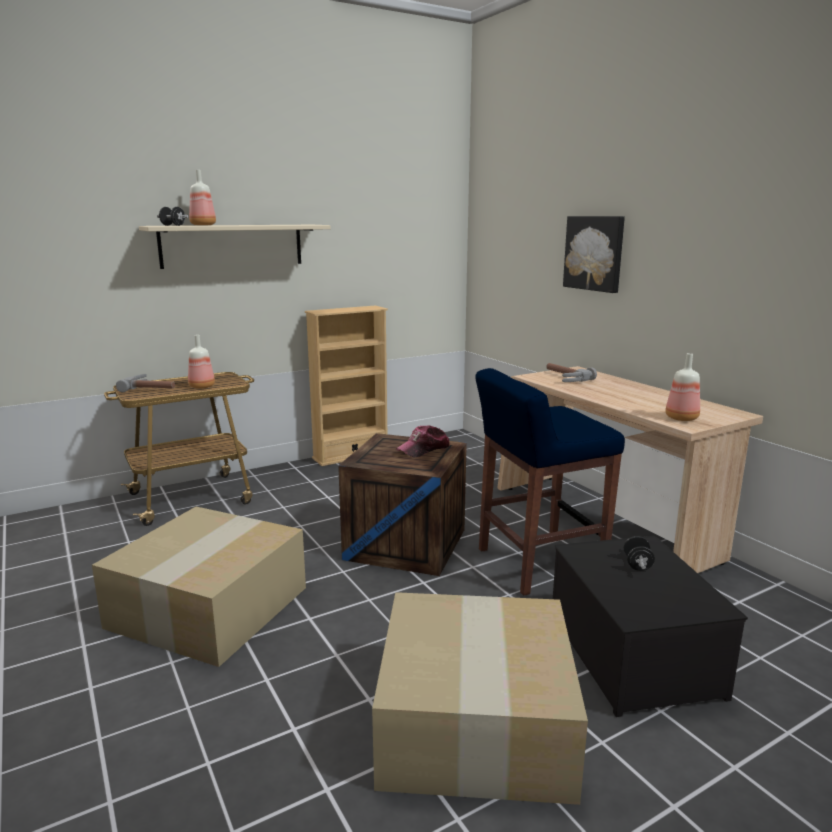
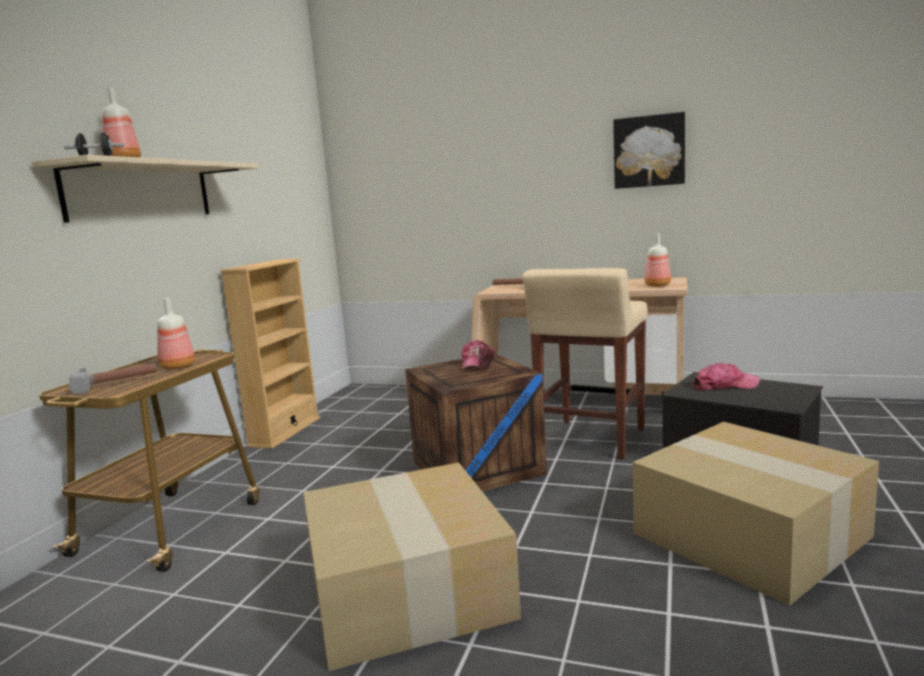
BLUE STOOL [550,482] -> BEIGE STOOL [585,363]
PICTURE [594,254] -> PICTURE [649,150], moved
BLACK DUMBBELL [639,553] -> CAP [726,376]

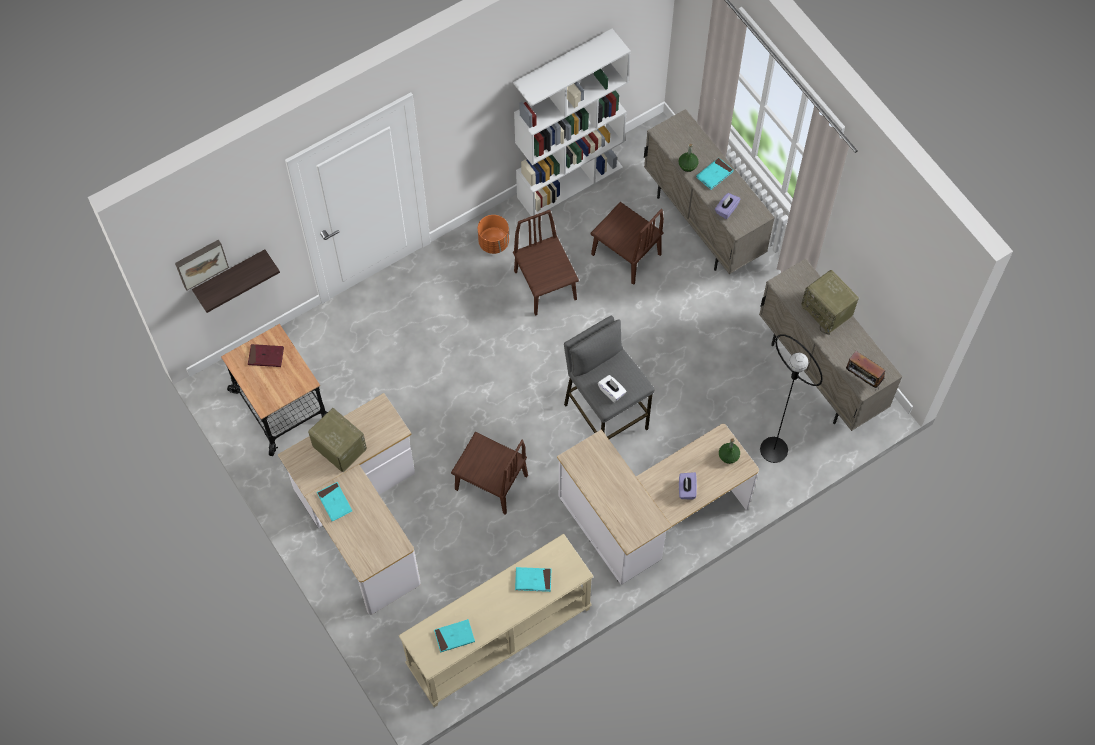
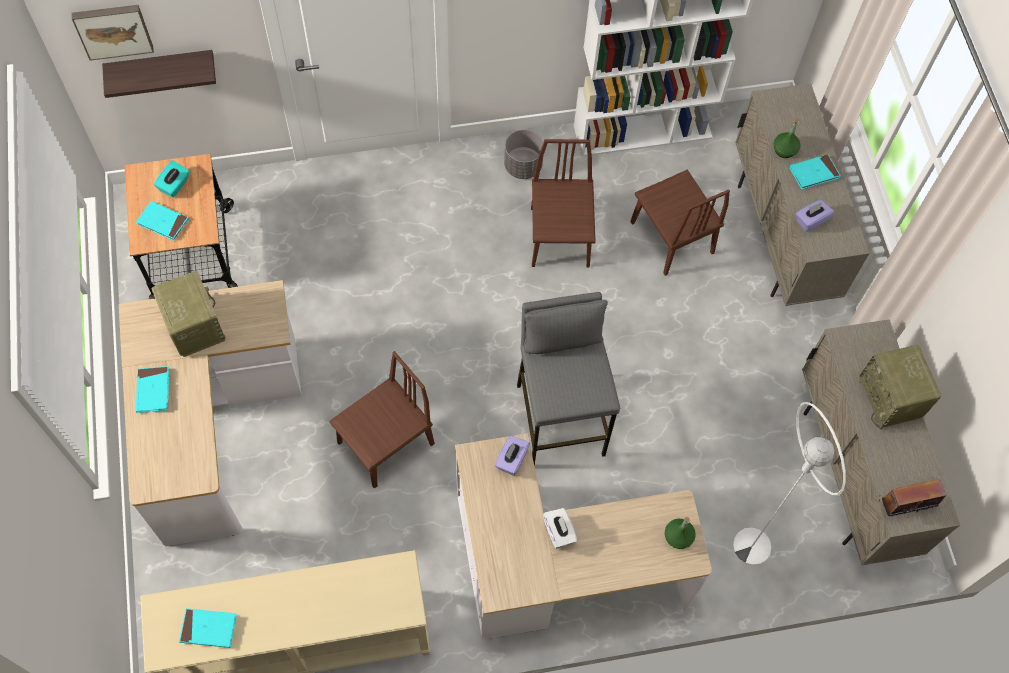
TURQUOISE BOOK [533,579] -> TURQUOISE BOOK [162,221], moved
RED BOOK [266,355] -> TURQUOISE TISSUE BOX [171,178]
BROWN CHAIR [489,473] -> BROWN CHAIR [382,420], 90 degrees counterclockwise
PURPLE TISSUE BOX [688,486] -> PURPLE TISSUE BOX [512,456], moved
ORANGE PLANTER [493,234] -> GREY PLANTER [524,154]
WHITE TISSUE BOX [612,389] -> WHITE TISSUE BOX [560,528], moved
BLACK FLOOR LAMP [791,398] -> WHITE FLOOR LAMP [789,483]
RADIO [865,371] -> RADIO [912,497], 105 degrees clockwise

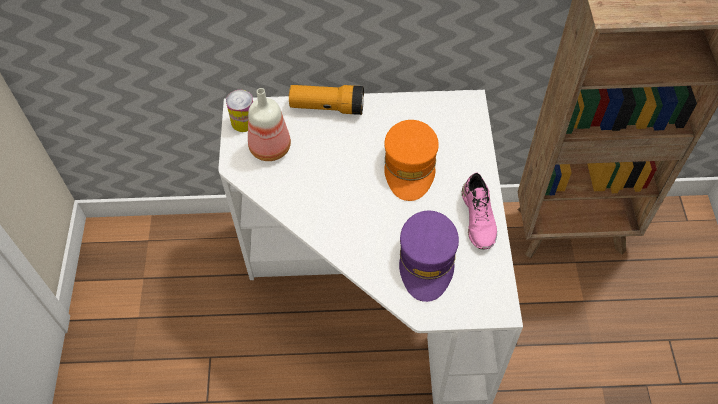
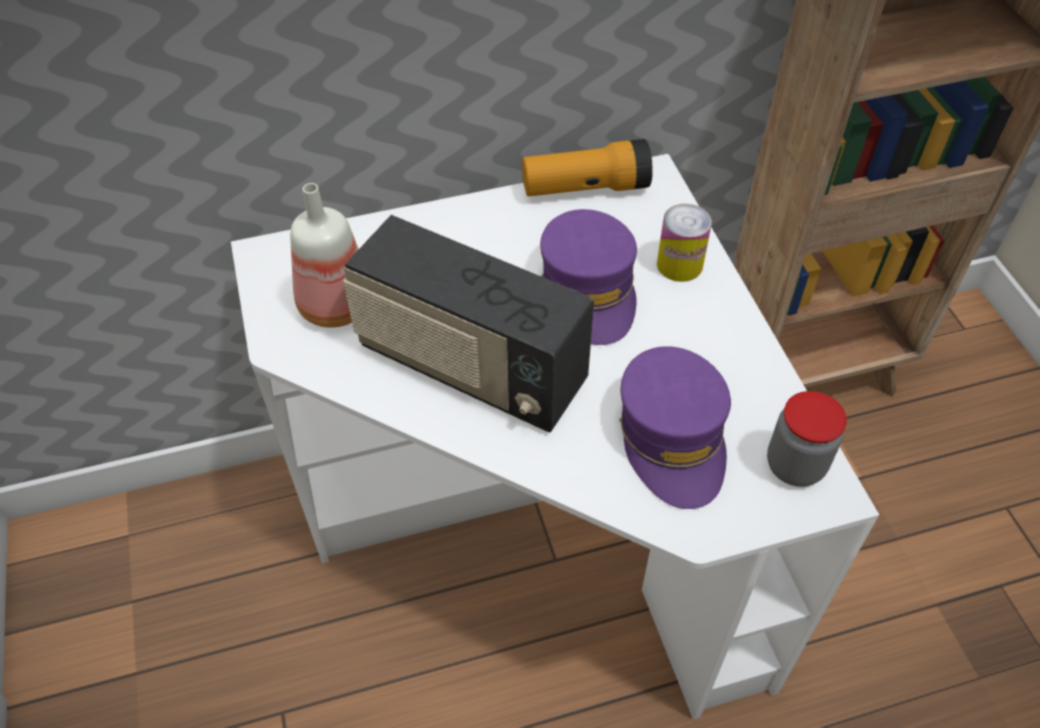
none -> RADIO [468,323]
FLASHLIGHT [326,100] -> FLASHLIGHT [587,167], moved
ORANGE CAP [411,160] -> PURPLE CAP [588,277]
CAN [239,111] -> CAN [684,243], moved
none -> JAR [807,439]
PINK SHOE [479,211] -> none

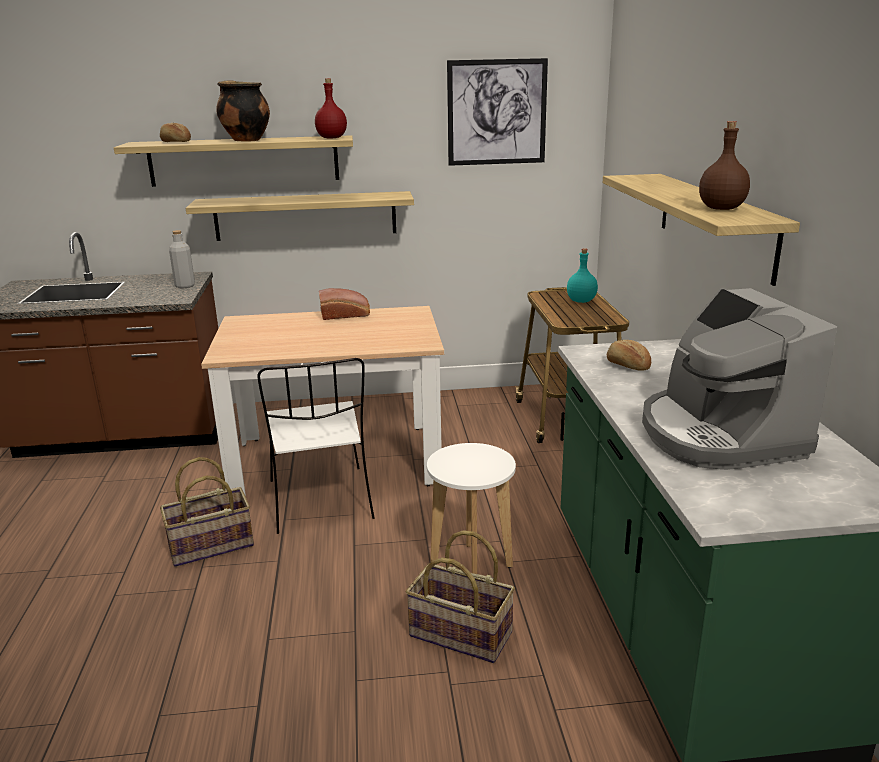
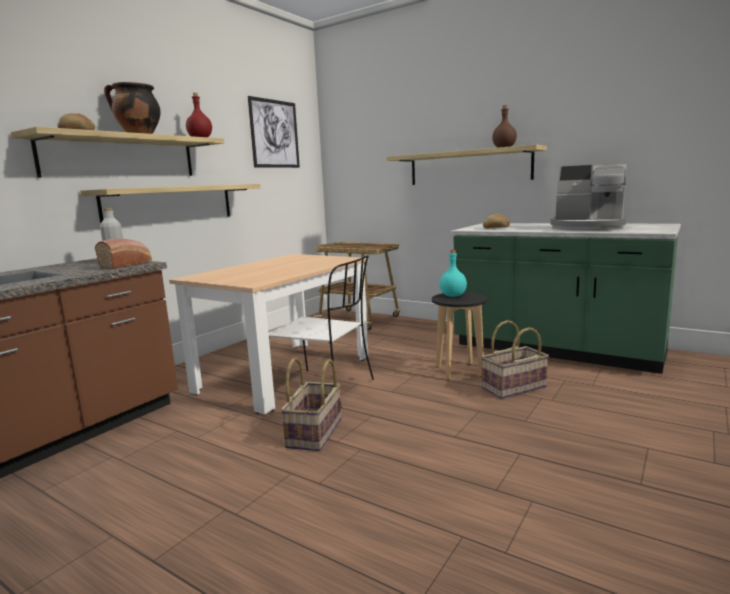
BREAD [344,304] -> BREAD [123,254], moved
WHITE STOOL [471,508] -> BLACK STOOL [460,336]
TURQUOISE BOTTLE [582,275] -> TURQUOISE BOTTLE [453,273], moved

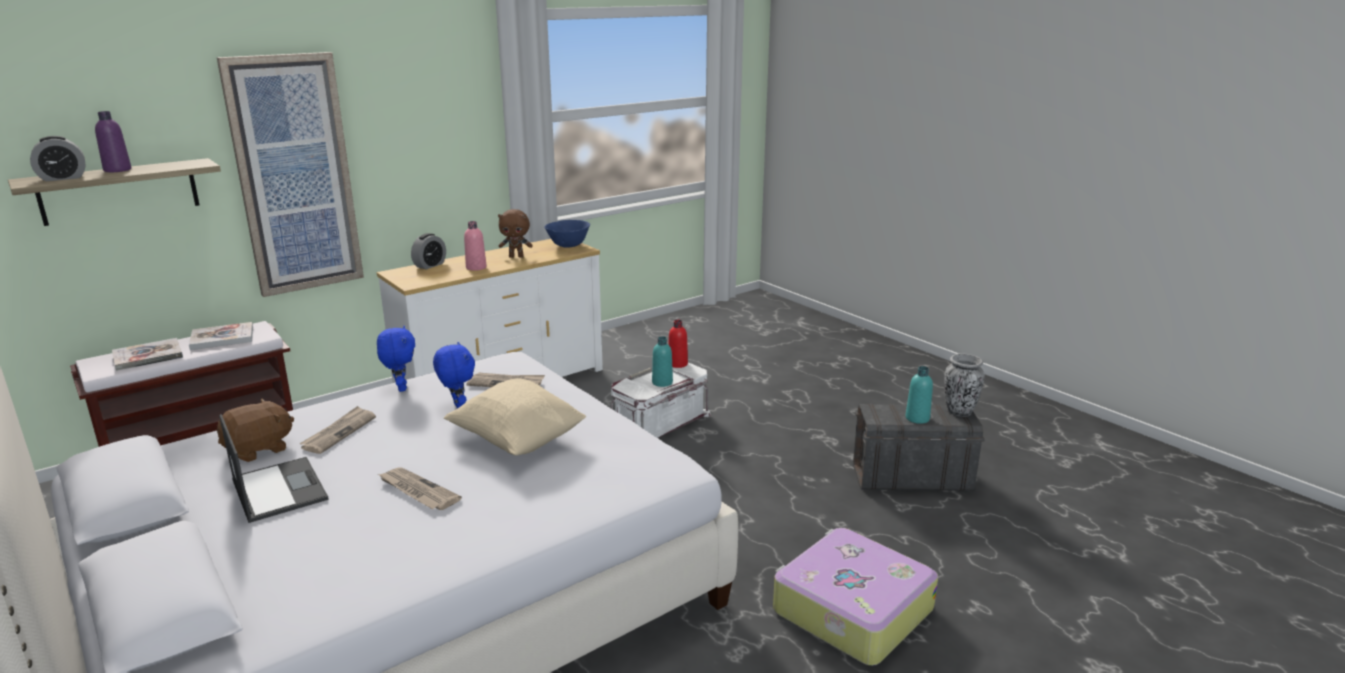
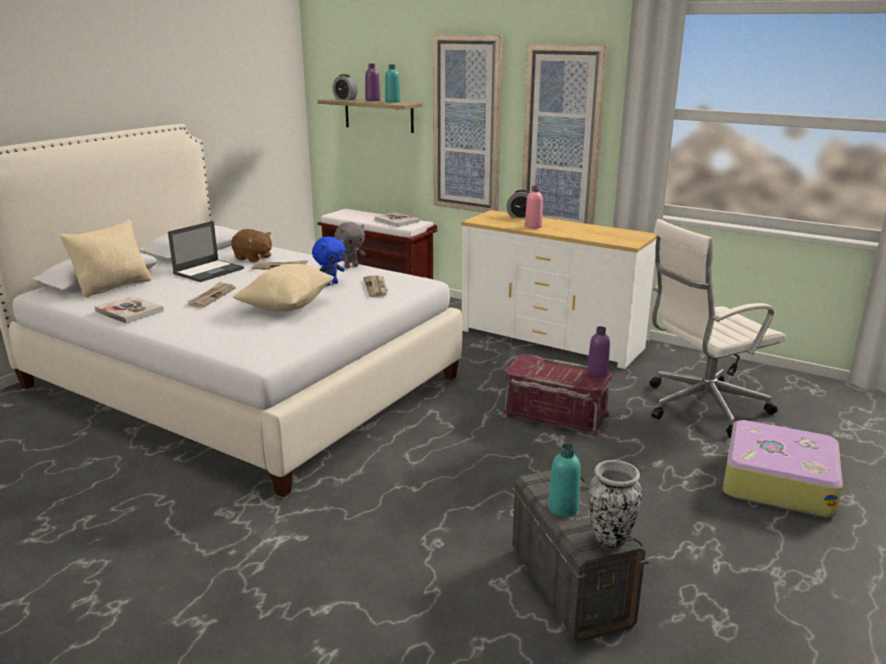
none -> BEIGE PILLOW [106,258]
BOOK [147,354] -> BOOK [129,309], moved
BLUE PLUSH TOY [396,359] -> GREY PLUSH TOY [349,245]
TURQUOISE BOTTLE [662,361] -> TURQUOISE BOTTLE [392,83], moved
WHITE STORAGE BOX [660,400] -> RED STORAGE BOX [556,396]
none -> PICTURE [565,134]
RED BOTTLE [678,344] -> PURPLE BOTTLE [598,351]
none -> WHITE OFFICE CHAIR [717,328]
SUITCASE [855,597] -> SUITCASE [783,468], moved
BROWN PLUSH TOY [515,233] -> none
BLUE BOWL [567,233] -> none

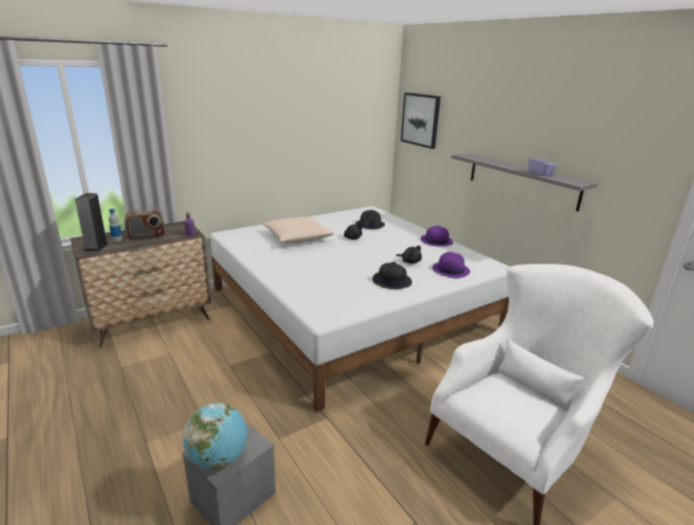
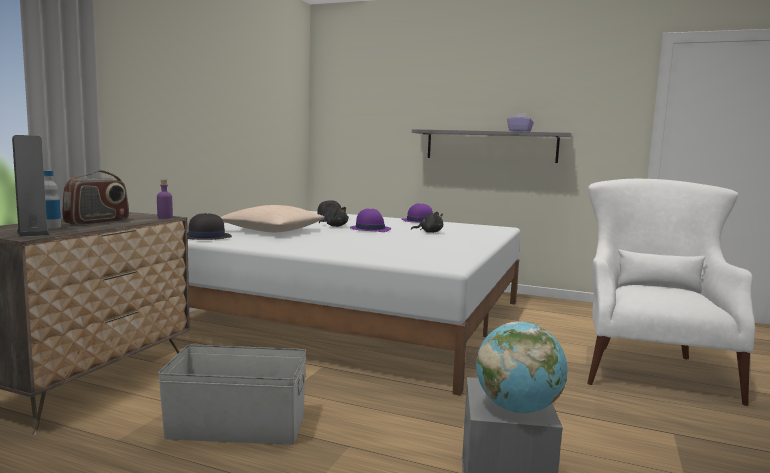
none -> GREY STORAGE BOX [232,395]
BLACK HAT [392,275] -> BLACK HAT [210,226], moved
PURPLE HAT [451,265] -> PURPLE HAT [370,220], moved
PICTURE [421,121] -> none

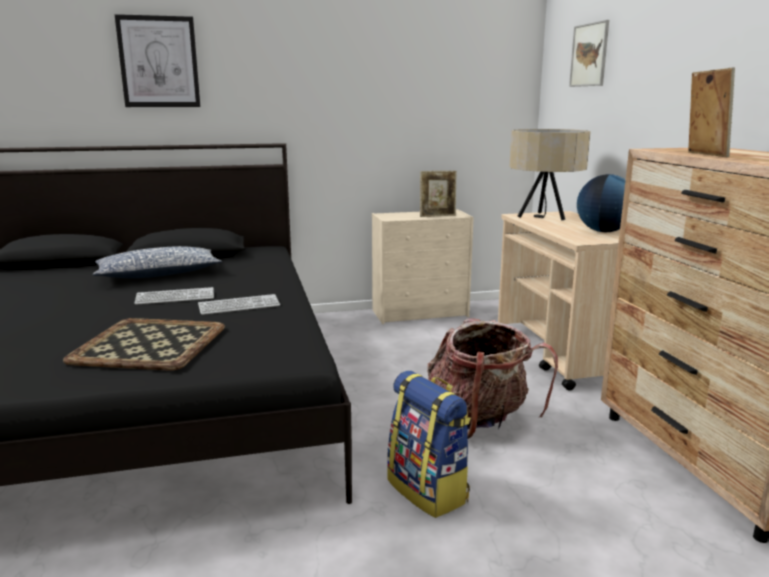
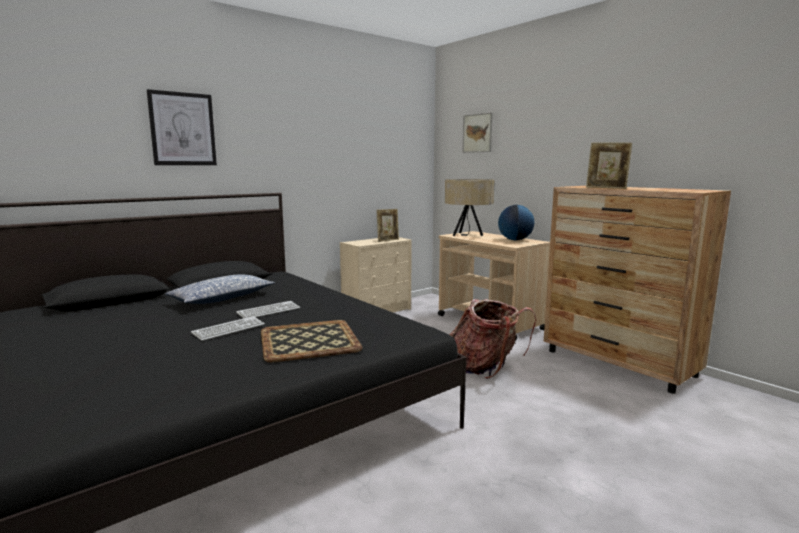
KEYBOARD [239,304] -> KEYBOARD [228,328], moved
PICTURE FRAME [711,112] -> PICTURE FRAME [609,166], 150 degrees clockwise
BACKPACK [429,444] -> none

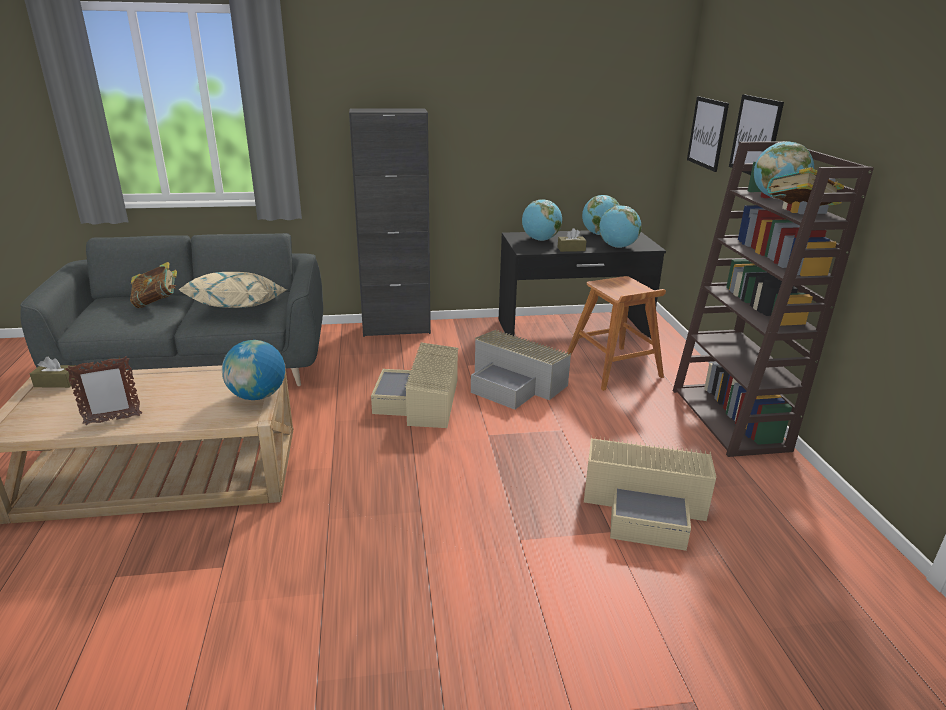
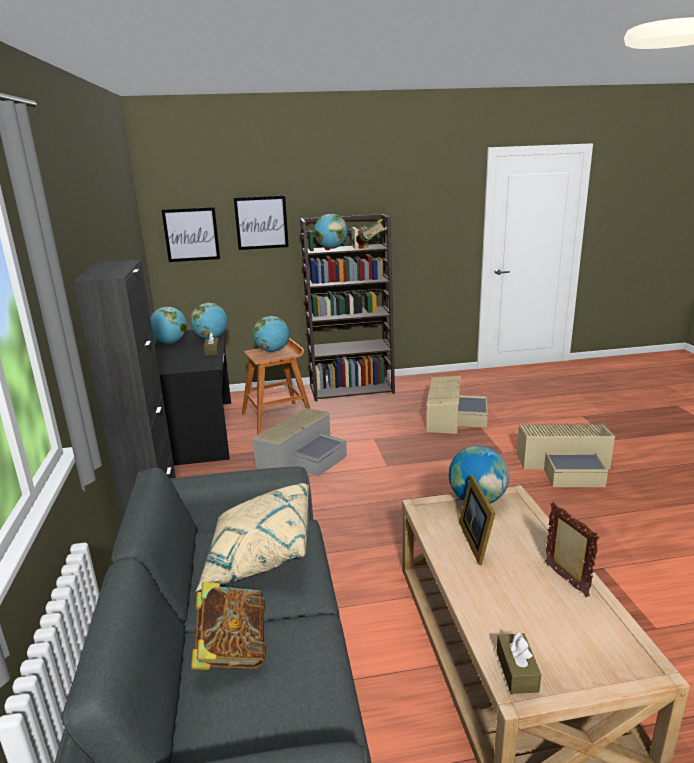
GLOBE [542,220] -> GLOBE [271,334], moved
none -> PICTURE FRAME [477,520]
BEIGE STORAGE BOX [415,385] -> BEIGE STORAGE BOX [566,455], moved

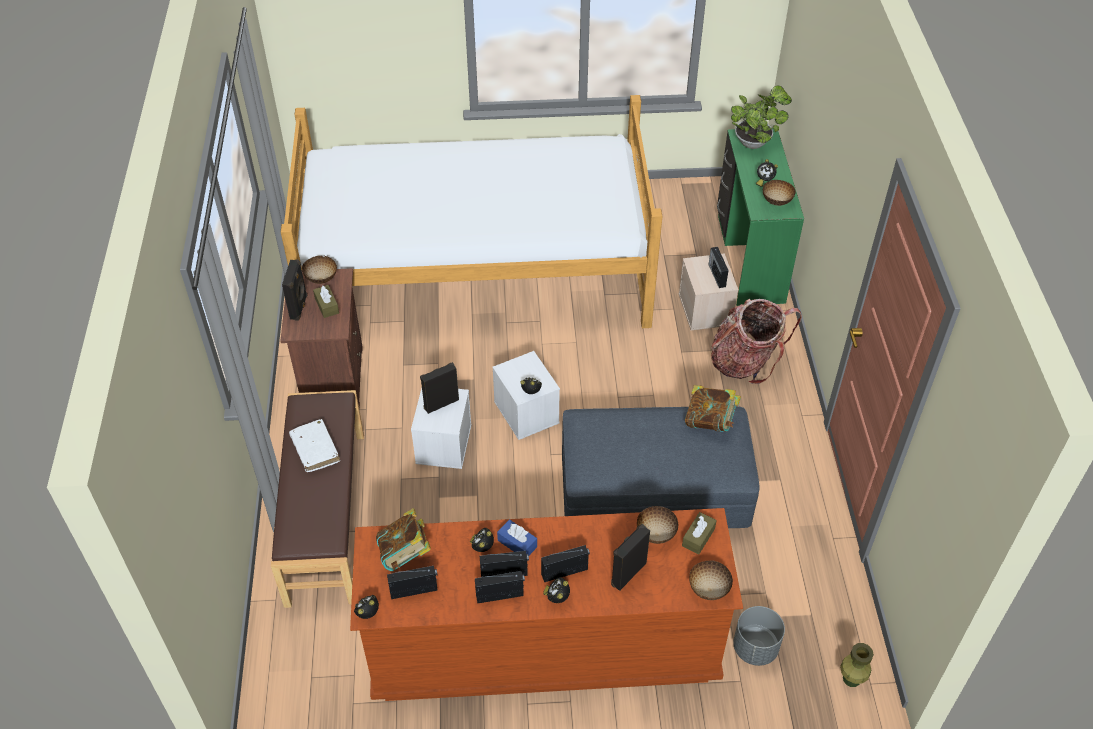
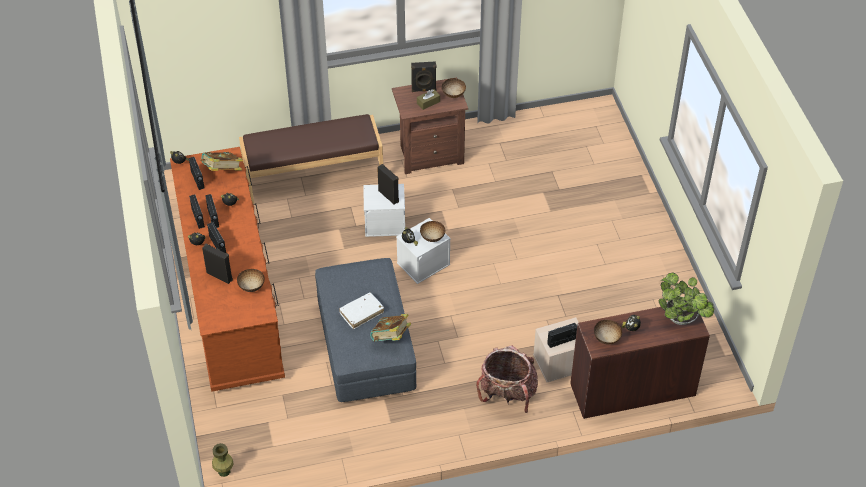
WHITE BOOK [314,445] -> WHITE BOOK [361,310], moved
BOWL [711,580] -> BOWL [433,231], moved
GREEN DESK [760,217] -> BROWN DESK [640,363]
BED [471,211] -> none
BLUE TISSUE BOX [517,537] -> none
BROWN TISSUE BOX [699,533] -> none
GREY PLANTER [759,636] -> none

